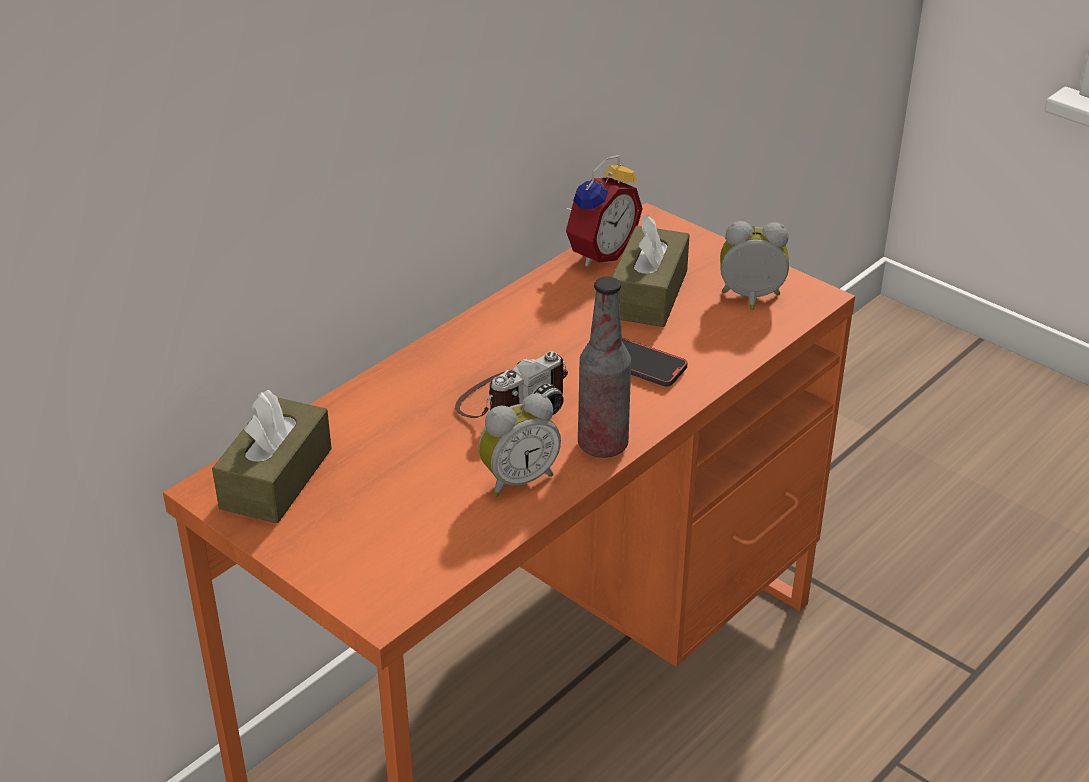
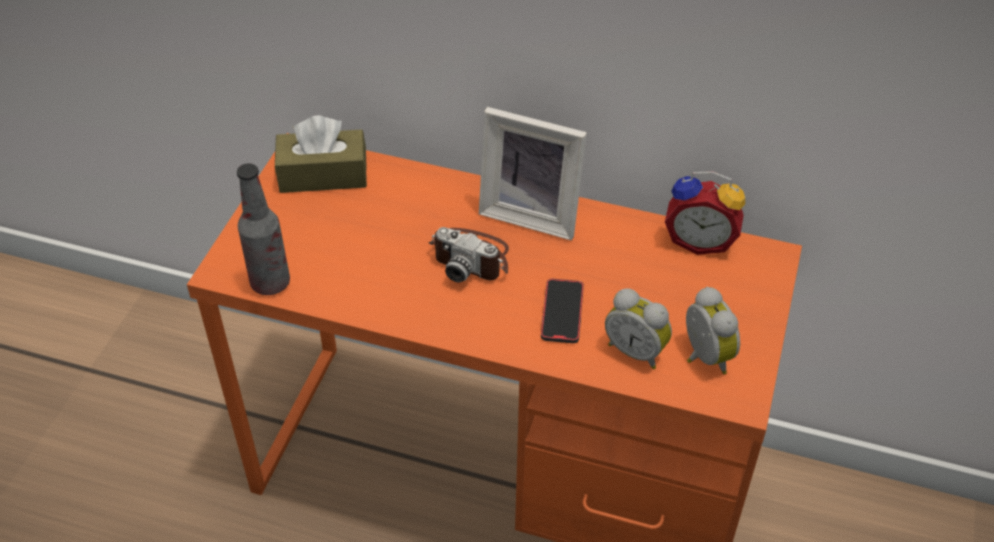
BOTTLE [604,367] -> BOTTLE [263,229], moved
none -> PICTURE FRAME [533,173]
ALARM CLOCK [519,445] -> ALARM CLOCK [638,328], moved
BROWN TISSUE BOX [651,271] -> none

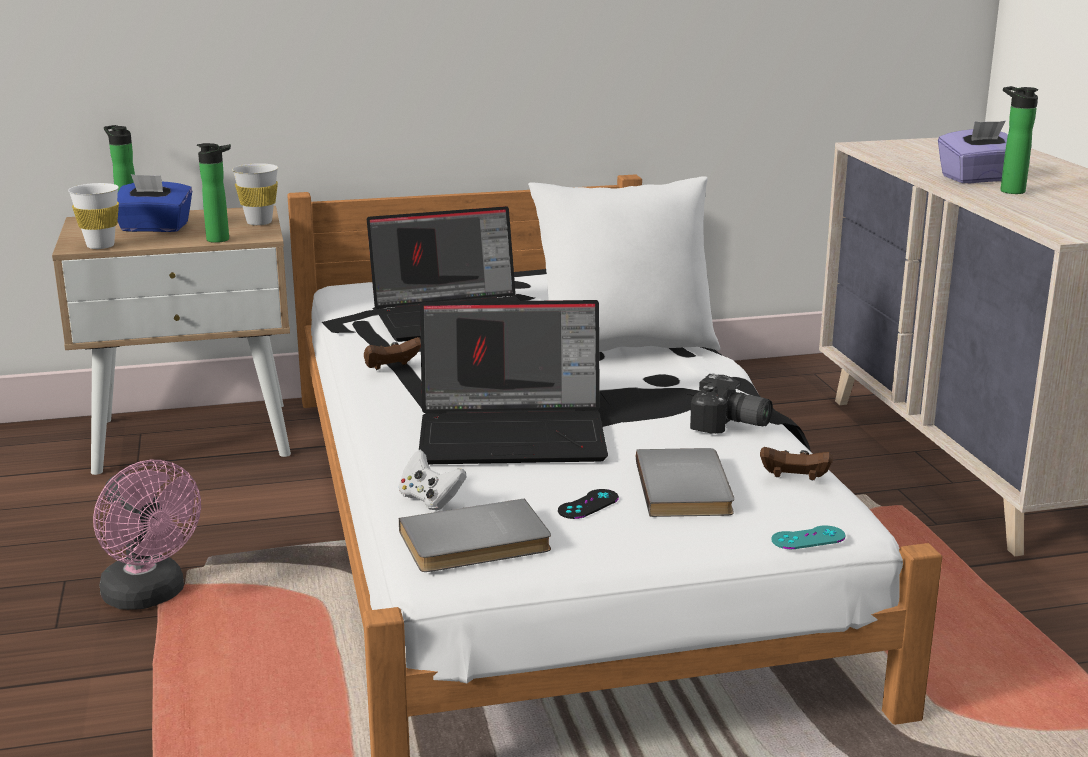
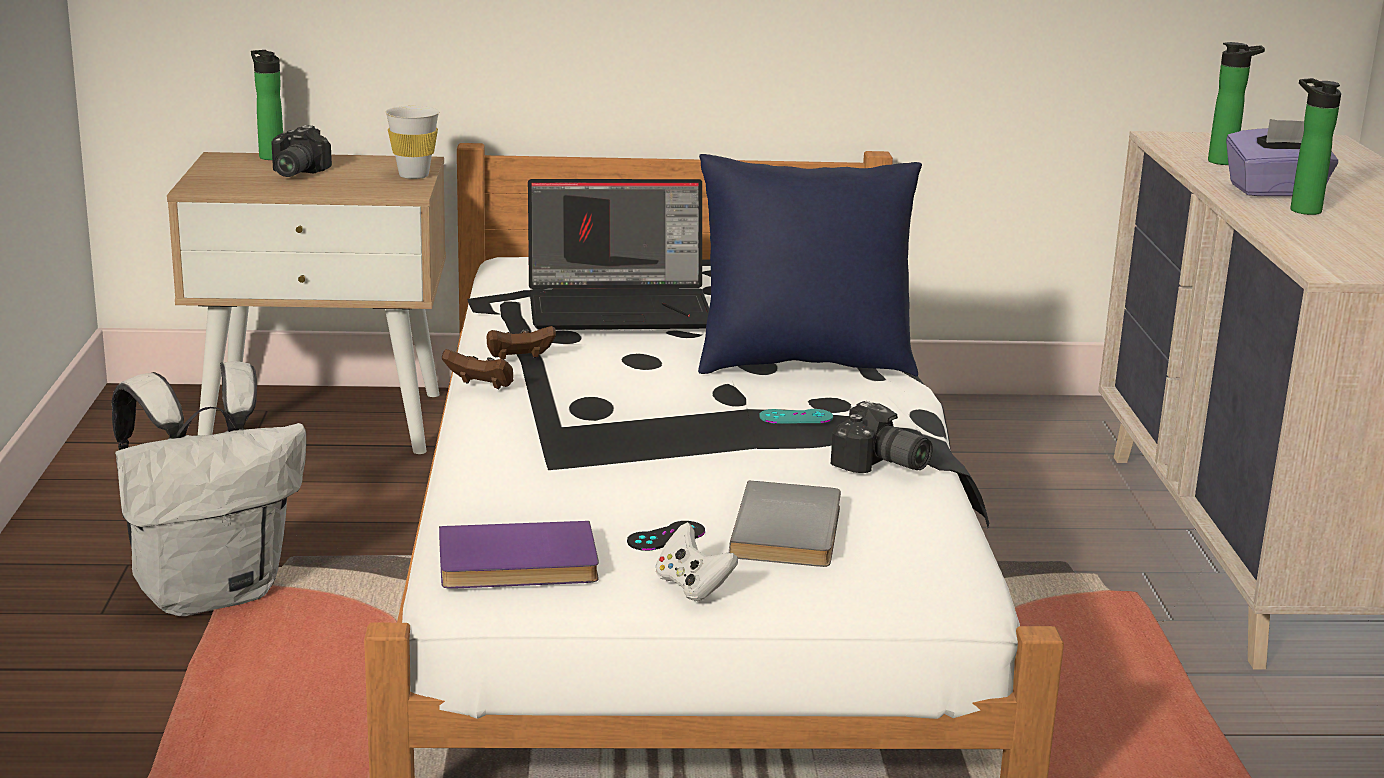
PINK FAN [147,535] -> WHITE BACKPACK [209,488]
BLUE TISSUE BOX [154,203] -> PHOTO CAMERA [301,151]
GREY BOOK [475,535] -> PURPLE BOOK [519,555]
BROWN GAME CONTROLLER [796,464] -> BROWN GAME CONTROLLER [478,369], moved
WHITE GAME CONTROLLER [433,480] -> WHITE GAME CONTROLLER [697,561], moved
WHITE PILLOW [624,264] -> BLUE PILLOW [810,265]
TURQUOISE GAME CONTROLLER [808,537] -> TURQUOISE GAME CONTROLLER [796,416], moved
BOTTLE [214,193] -> BOTTLE [1236,103], moved
WHITE CUP [93,216] -> none
LAPTOP [513,382] -> none

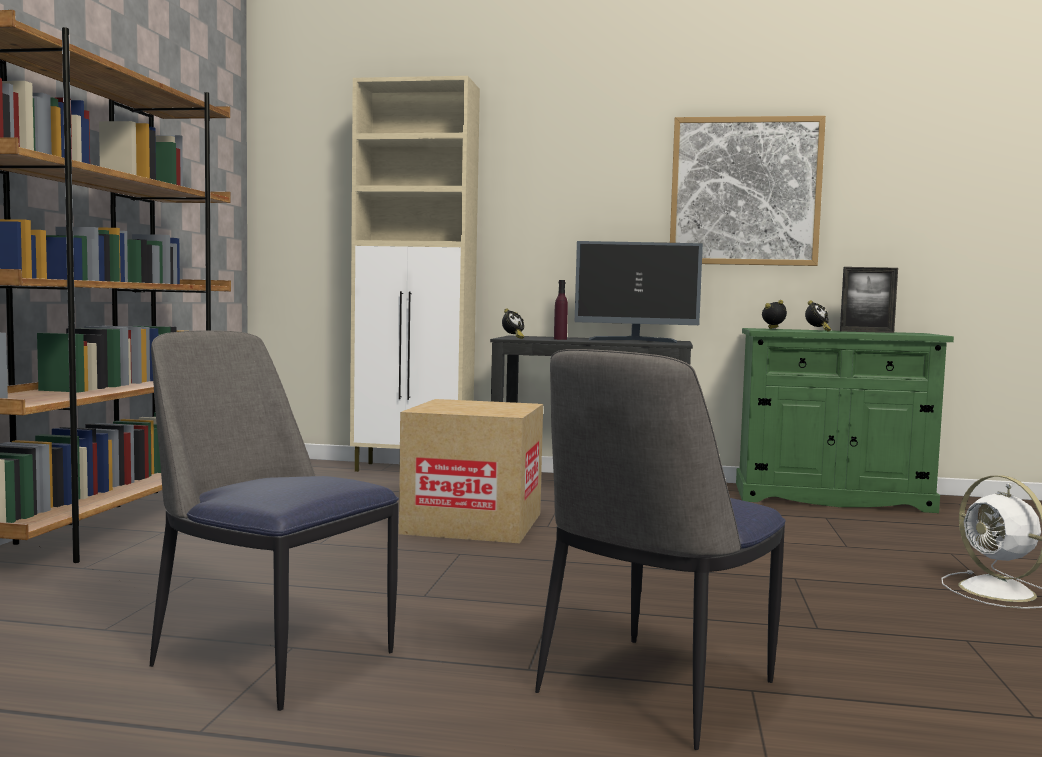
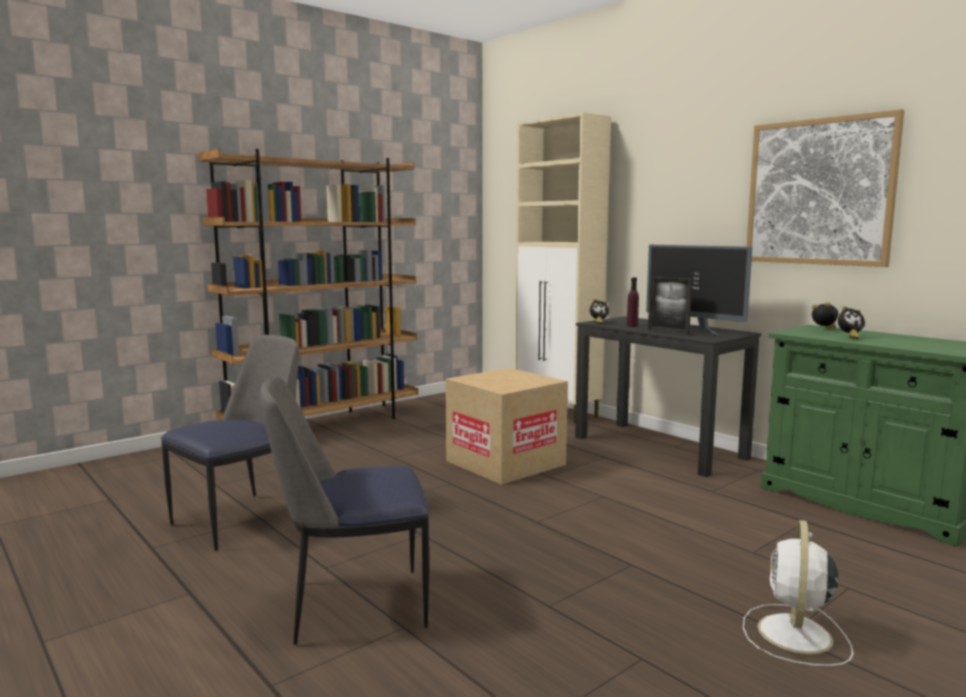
CHAIR [274,520] -> CHAIR [230,443], 60 degrees clockwise
PICTURE FRAME [869,300] -> PICTURE FRAME [670,305], moved

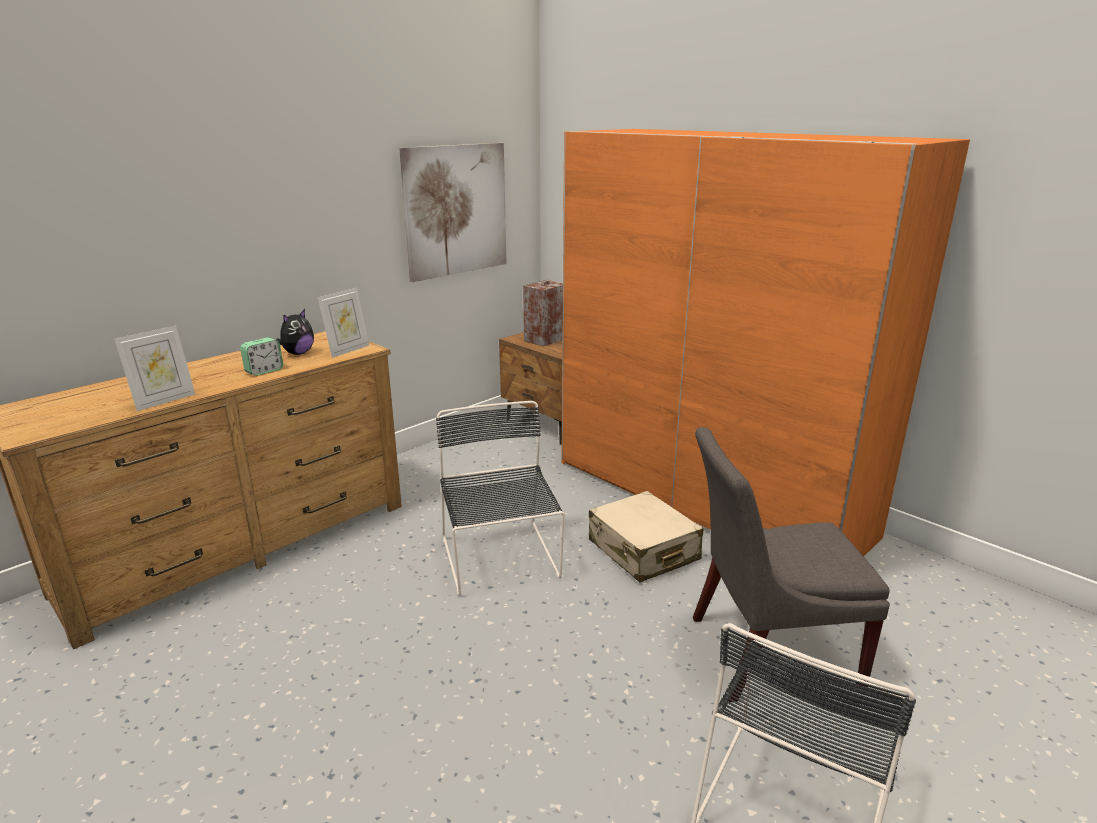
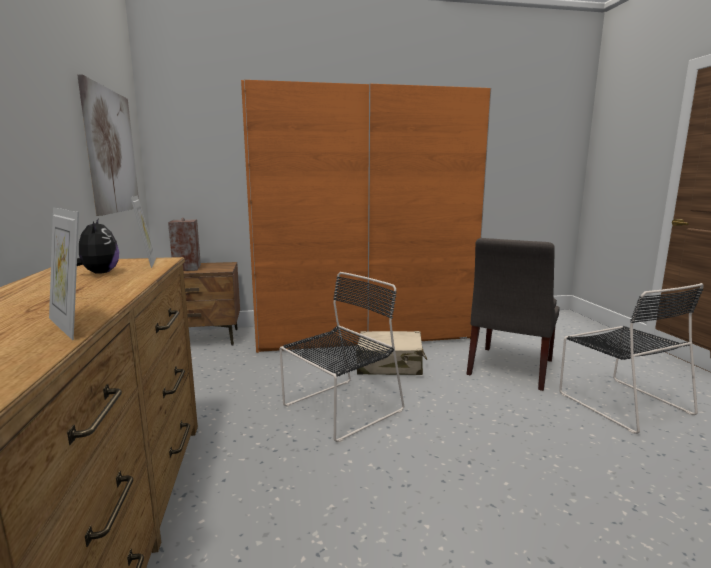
PICTURE FRAME [154,368] -> PICTURE FRAME [64,273], 150 degrees clockwise
BLACK CHAIR [500,498] -> BLACK CHAIR [342,357], 120 degrees clockwise
ALARM CLOCK [261,356] -> none

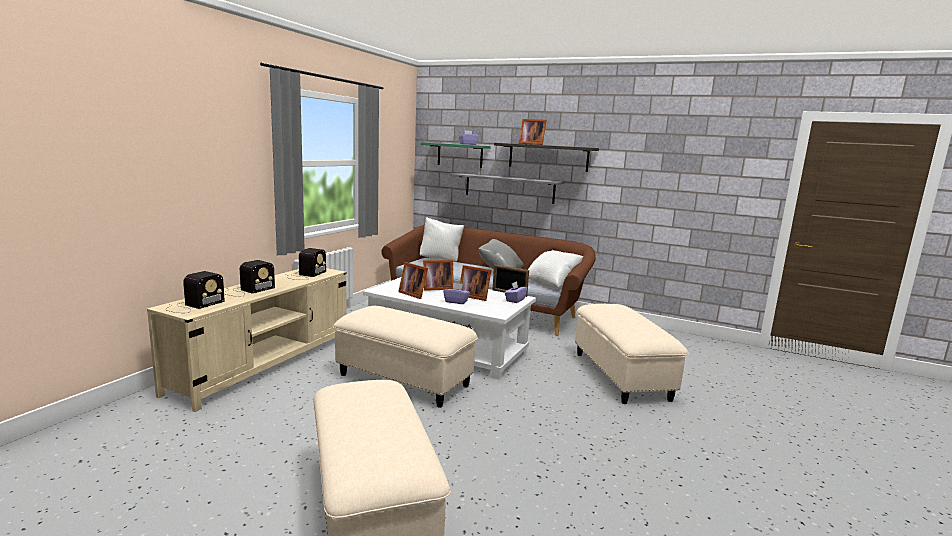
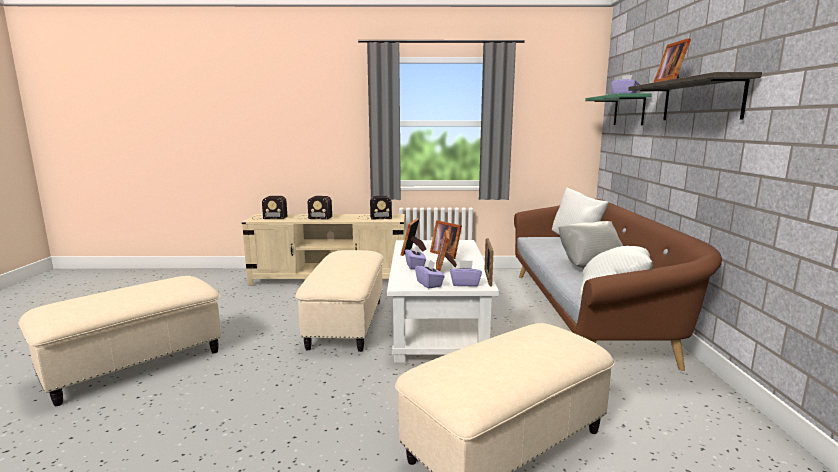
none -> PURPLE TISSUE BOX [430,274]
GREY SHELF [507,188] -> none

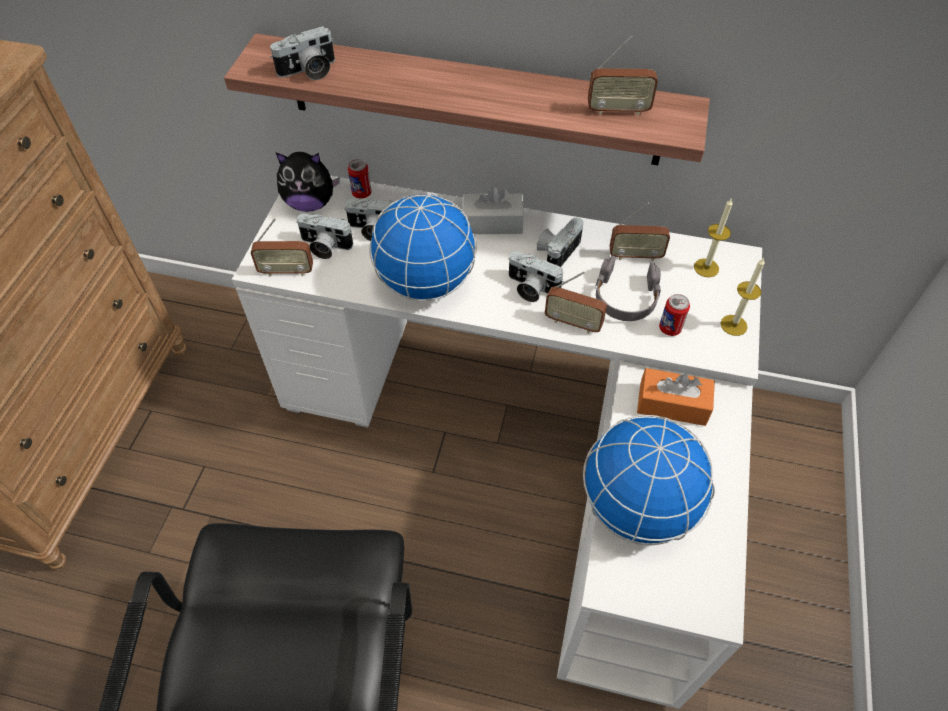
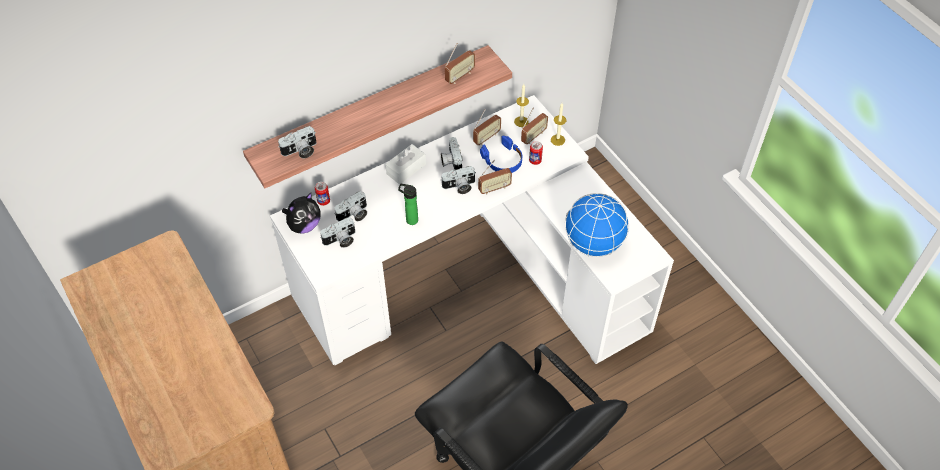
PHOTO CAMERA [302,53] -> PHOTO CAMERA [297,142], 45 degrees clockwise
GLOBE [423,247] -> BOTTLE [408,204]
GREY HEADPHONES [628,288] -> BLUE HEADPHONES [501,154]
RADIO [282,247] -> RADIO [534,126], moved
ORANGE TISSUE BOX [676,397] -> none

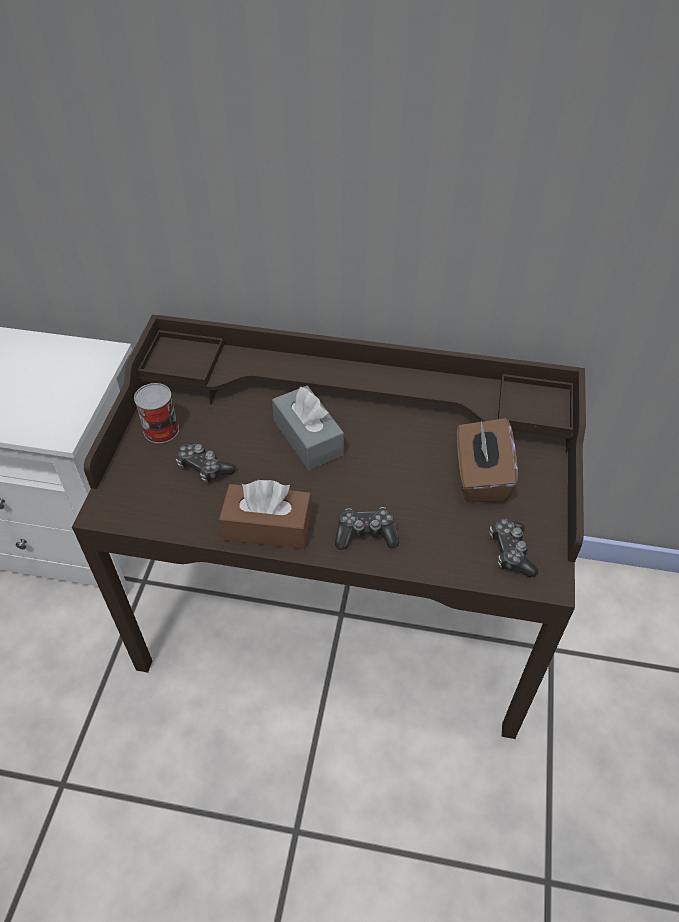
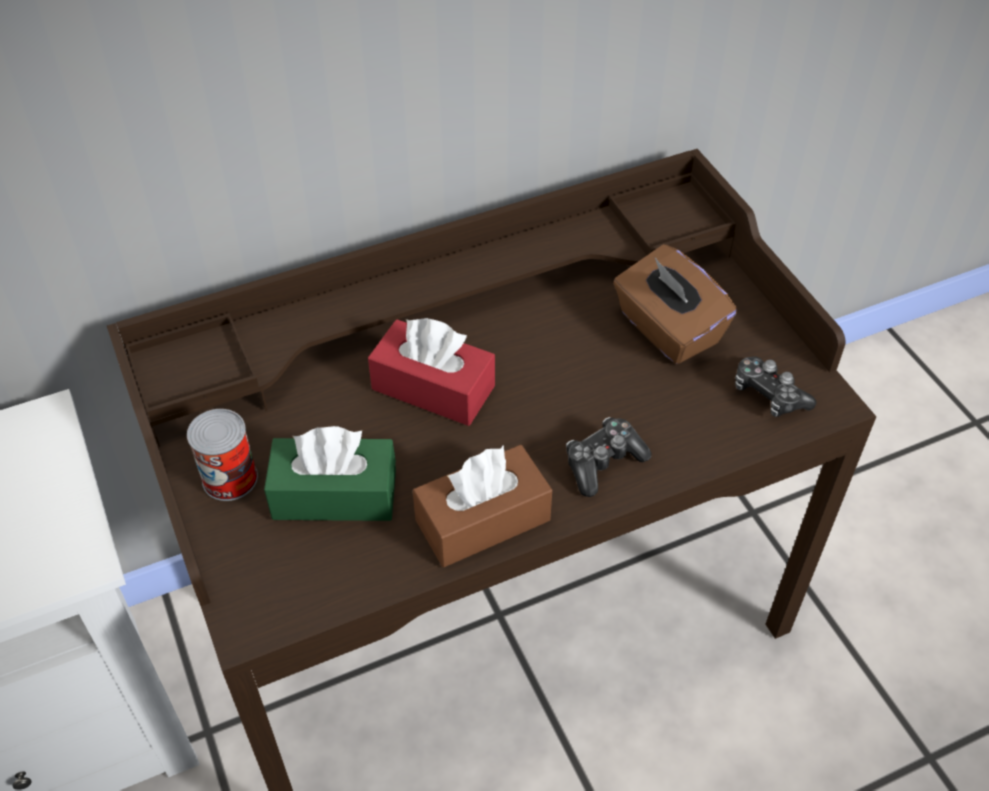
GAME CONTROLLER [206,463] -> GREEN TISSUE BOX [330,473]
GREY TISSUE BOX [308,428] -> RED TISSUE BOX [431,372]

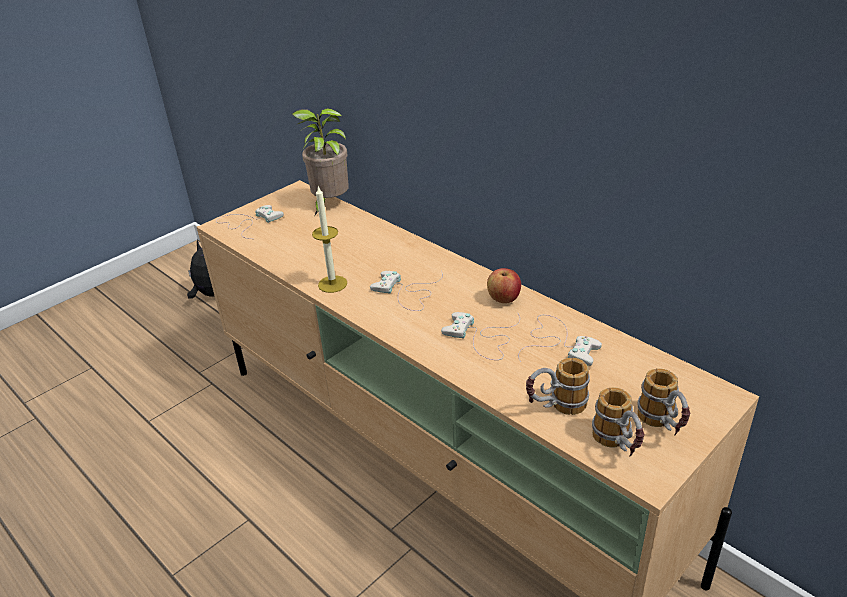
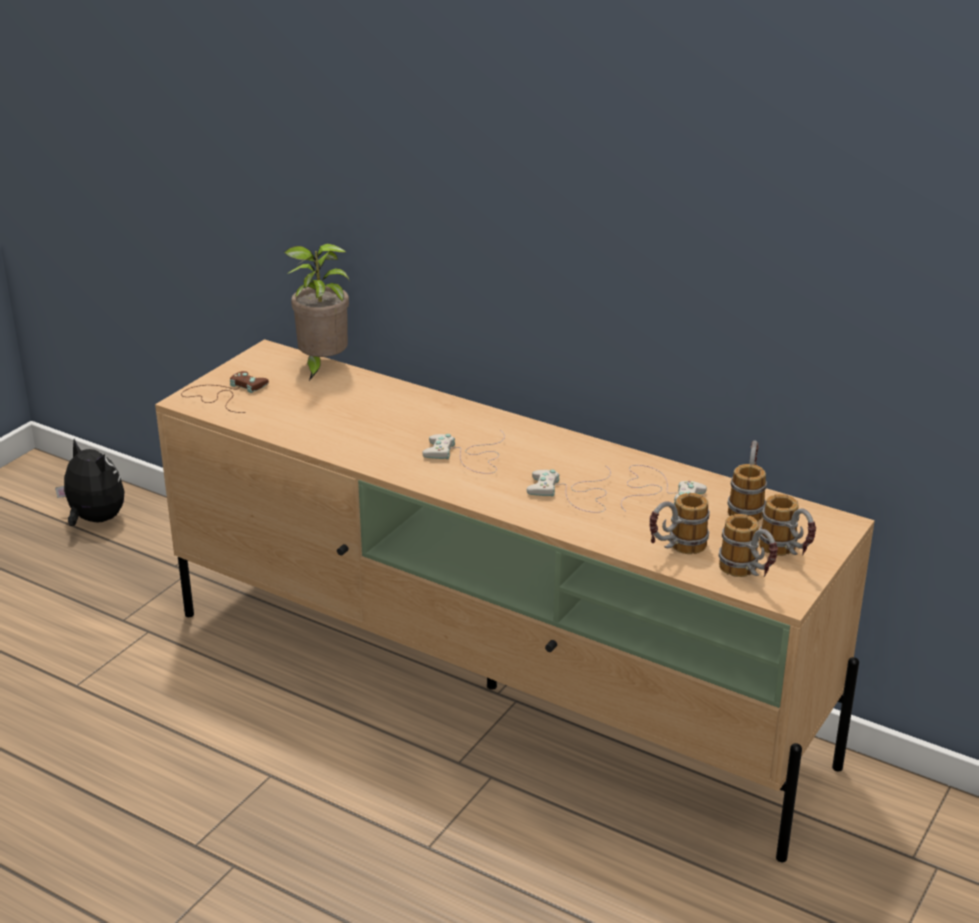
WHITE GAME CONTROLLER [250,222] -> BROWN GAME CONTROLLER [225,392]
none -> MUG [747,481]
CANDLE [329,240] -> none
APPLE [504,285] -> none

